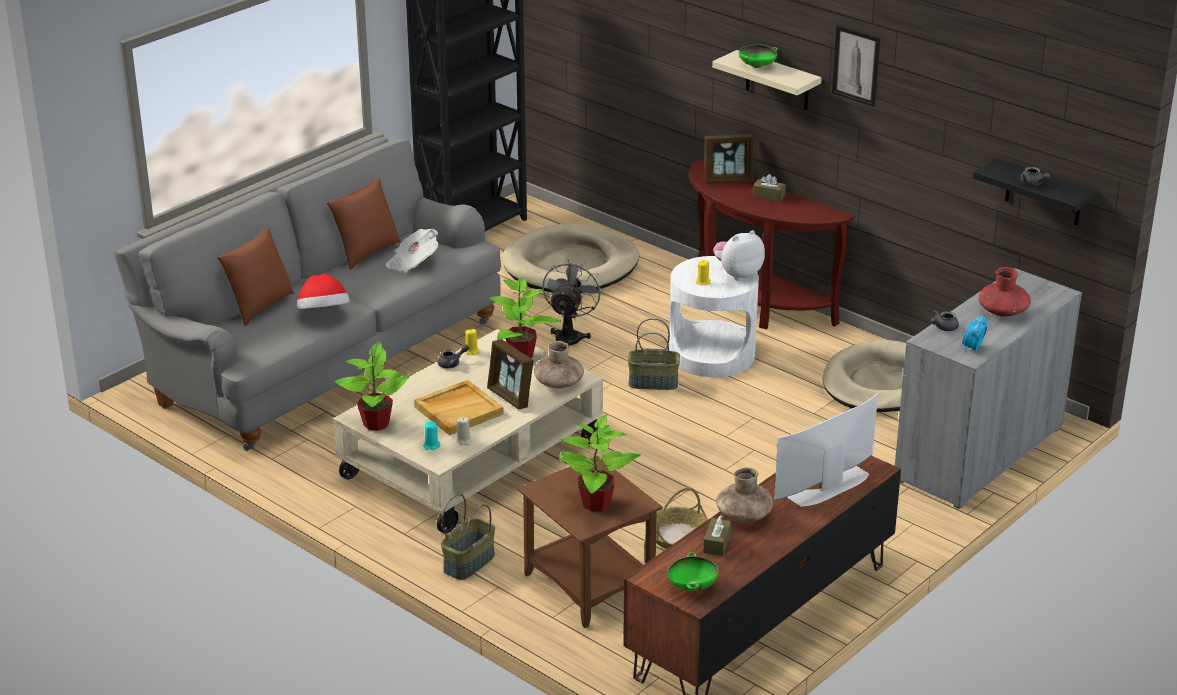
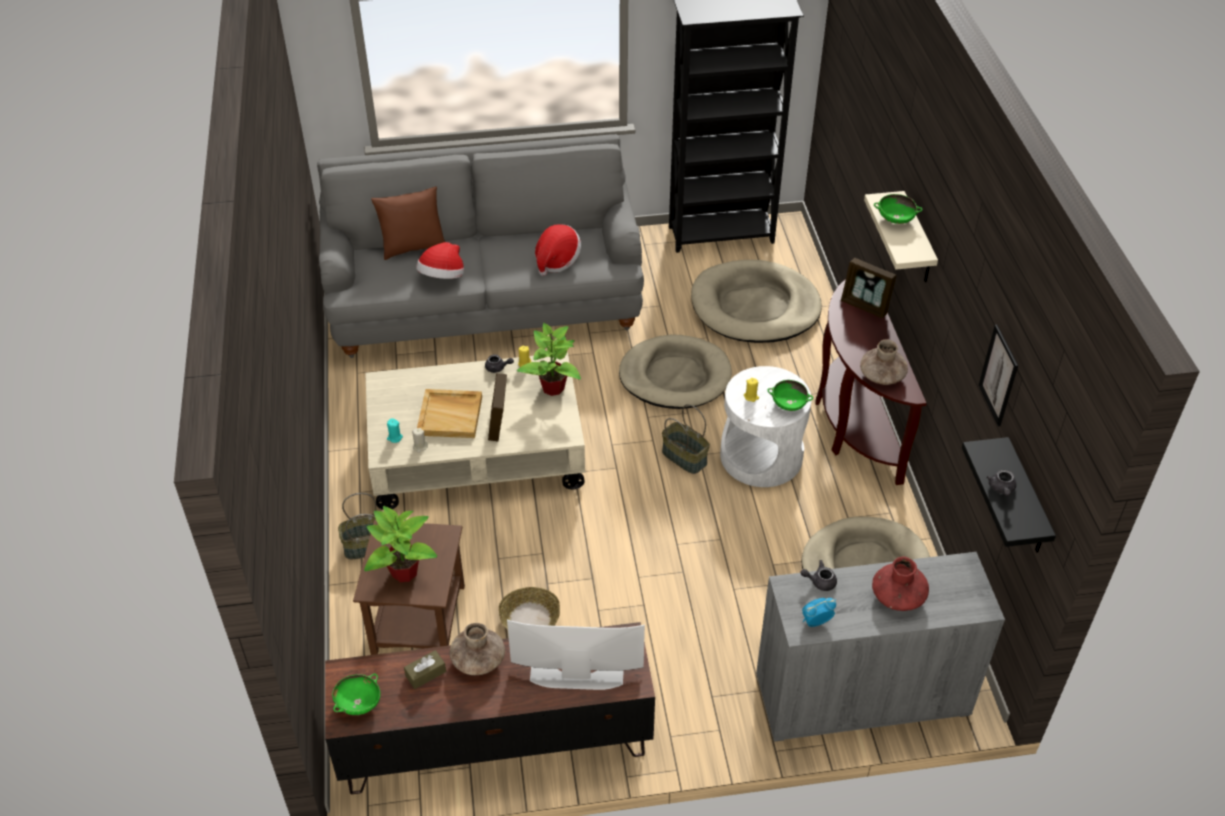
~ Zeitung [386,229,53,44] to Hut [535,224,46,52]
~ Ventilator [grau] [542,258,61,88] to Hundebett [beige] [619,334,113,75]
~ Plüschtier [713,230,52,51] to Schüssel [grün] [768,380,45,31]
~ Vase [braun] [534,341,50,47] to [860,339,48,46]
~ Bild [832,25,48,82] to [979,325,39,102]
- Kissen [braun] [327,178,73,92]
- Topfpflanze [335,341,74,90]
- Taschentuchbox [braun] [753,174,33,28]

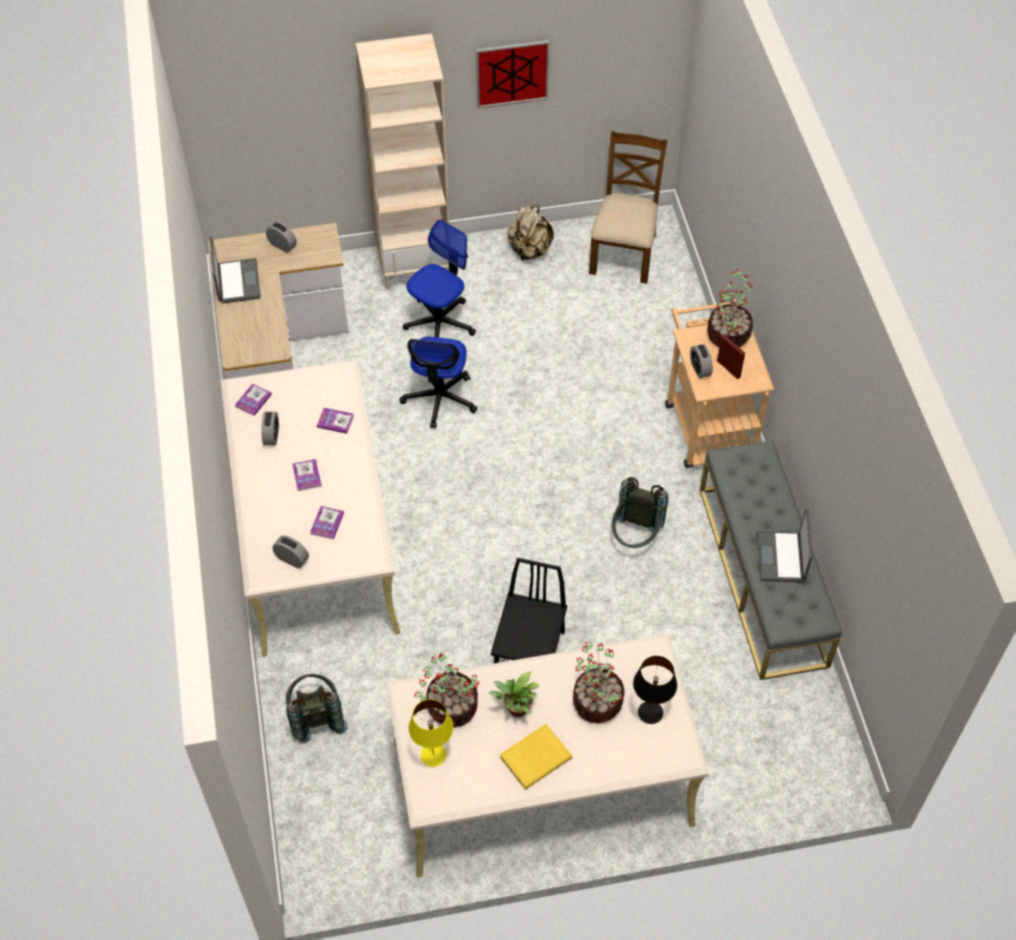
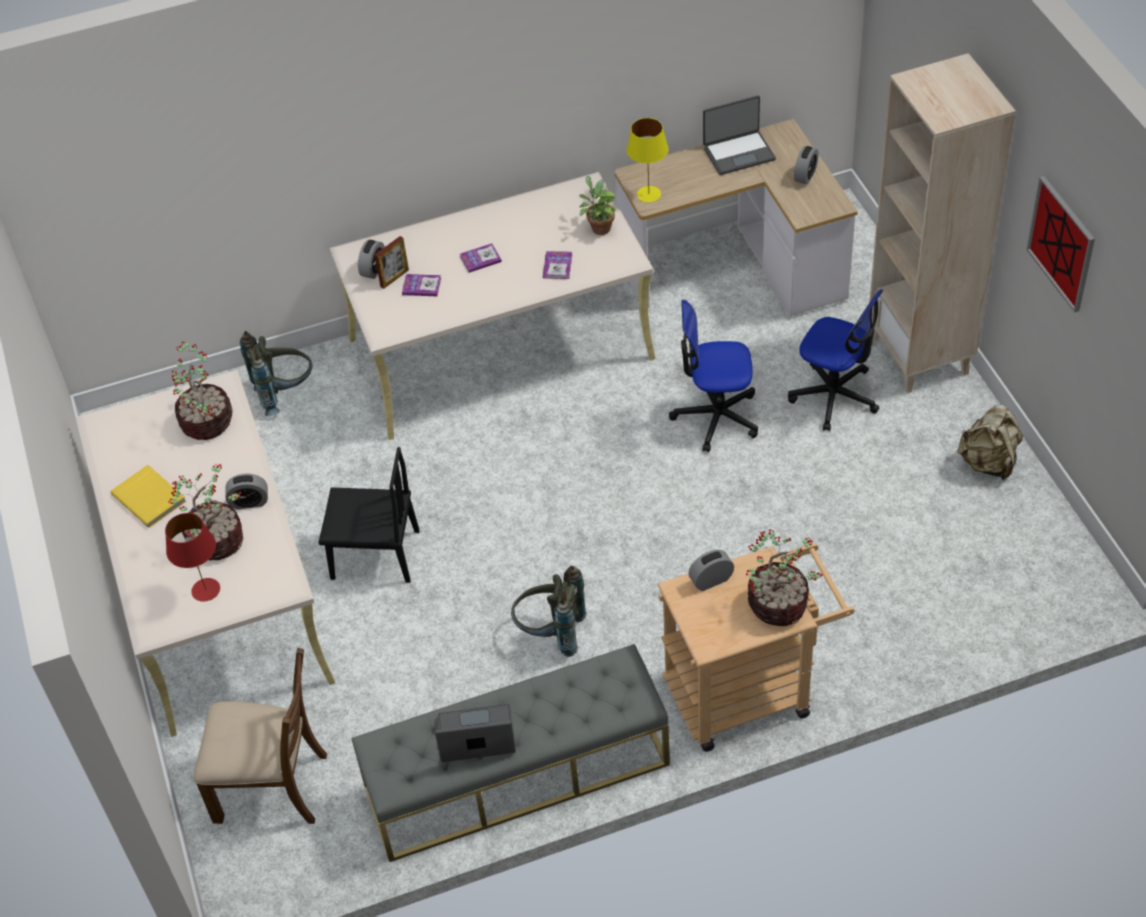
~ Tischlampe [schwarz] [633,656,44,68] to Tischlampe [rot] [165,513,55,88]
~ Stuhl [braun] [589,131,78,153] to [194,648,133,176]
~ Wecker [261,412,18,34] to [225,474,43,36]
~ Bilderrahmen [717,334,28,45] to [375,236,34,53]
~ Topfpflanze [488,671,52,46] to [579,176,38,59]
~ Tischlampe [gelb] [409,699,44,68] to [627,118,41,84]
- Buch [235,384,37,32]

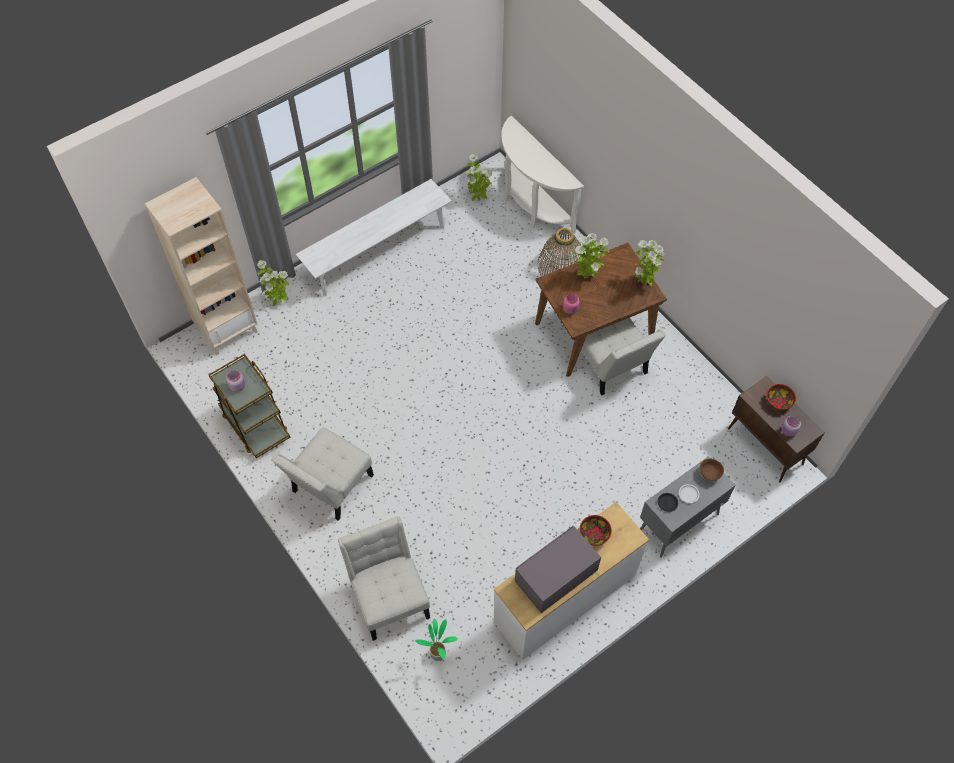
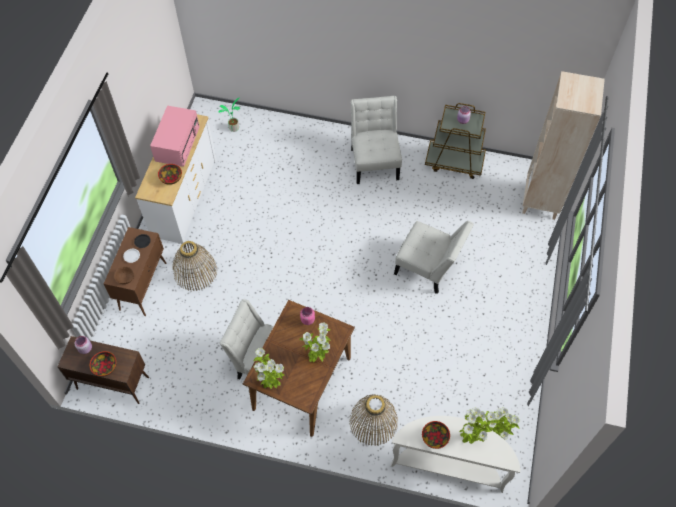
~ Schrank [grau] [640,457,95,101] to Schrank [braun] [104,227,63,89]
~ Mikrowelle [grau] [515,526,86,87] to Mikrowelle [rosa] [150,106,49,61]
+ Korb [173,241,44,50]
~ Stuhl [weiß] [338,516,92,125] to [394,221,80,73]
+ Schüssel [422,421,28,28]
~ Topfpflanze [257,260,33,46] to [460,407,38,37]
- Bank [weiß] [296,179,156,117]

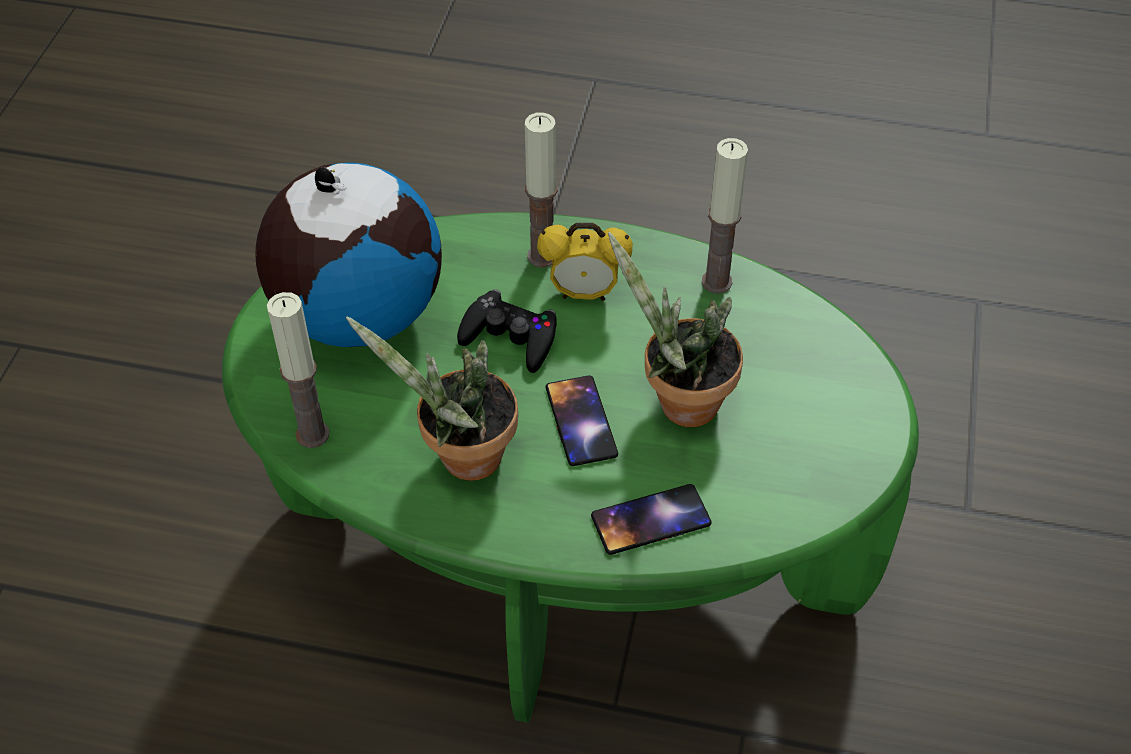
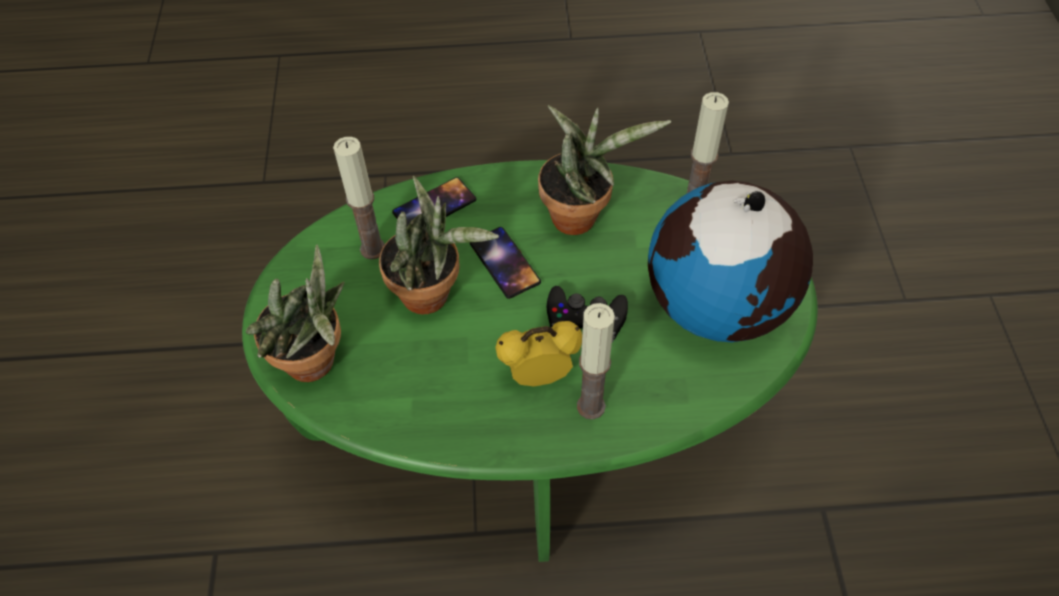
+ Topfpflanze [246,245,99,137]
~ Kerze [701,138,47,156] to [333,137,52,123]

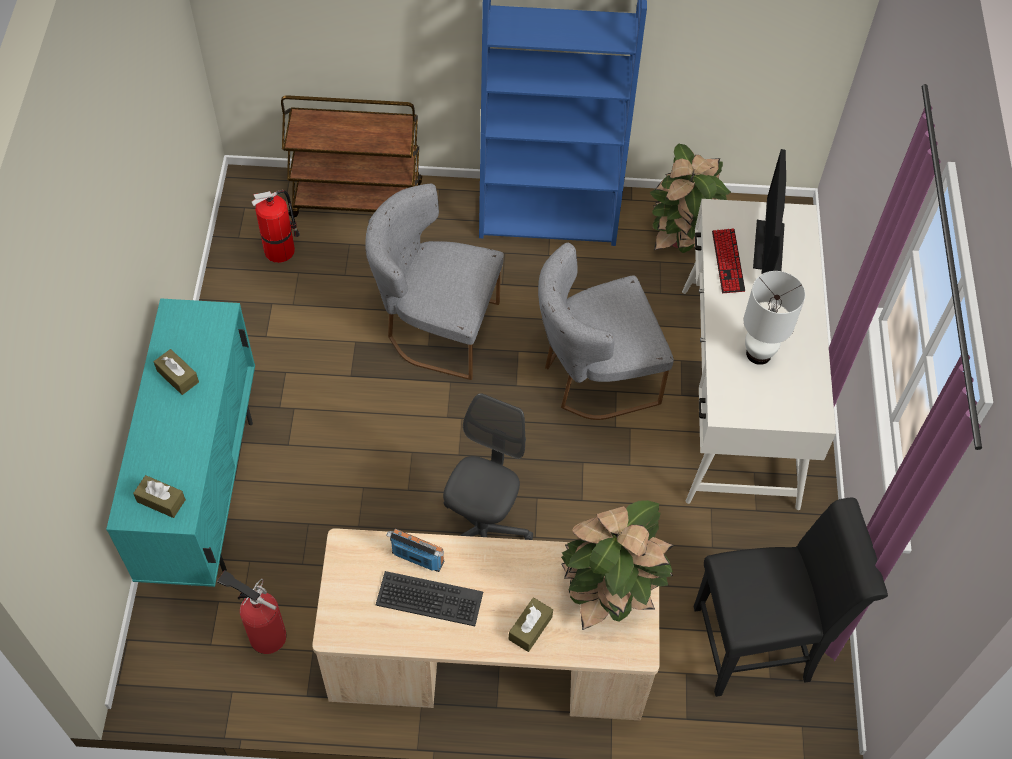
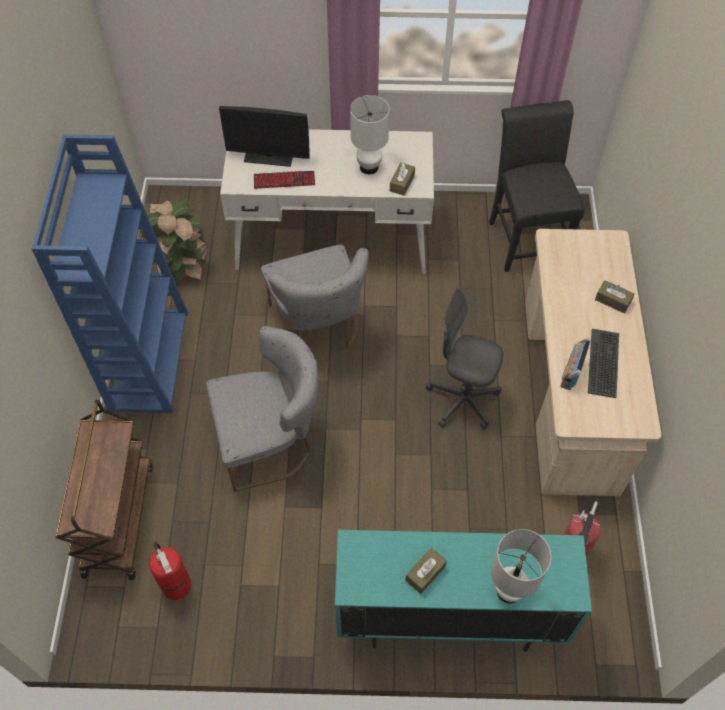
~ Stuhl [grau] [365,184,139,196] = [206,326,112,166] 120 degrees counterclockwise
~ Taschentuchbox [braun] [133,475,53,43] to [390,163,25,33]
+ Tischlampe [weiß] [491,529,60,74]
- Topfpflanze [561,500,114,130]

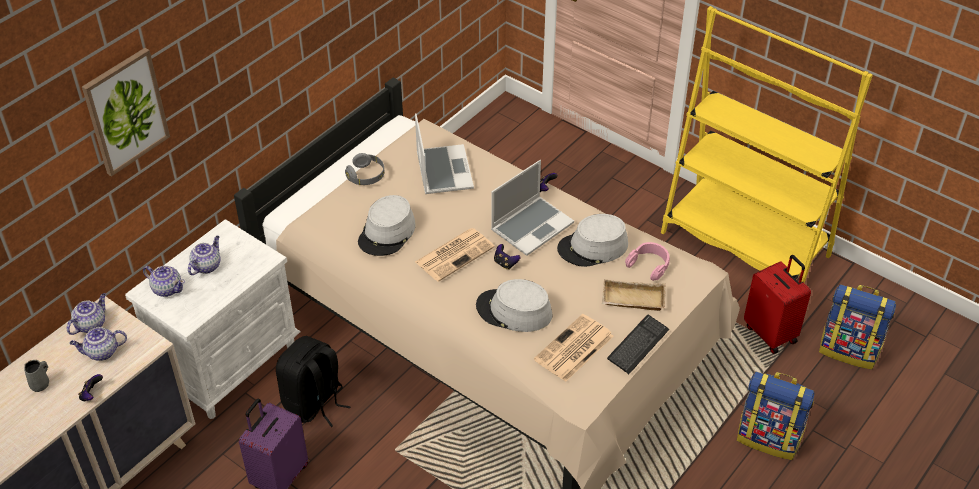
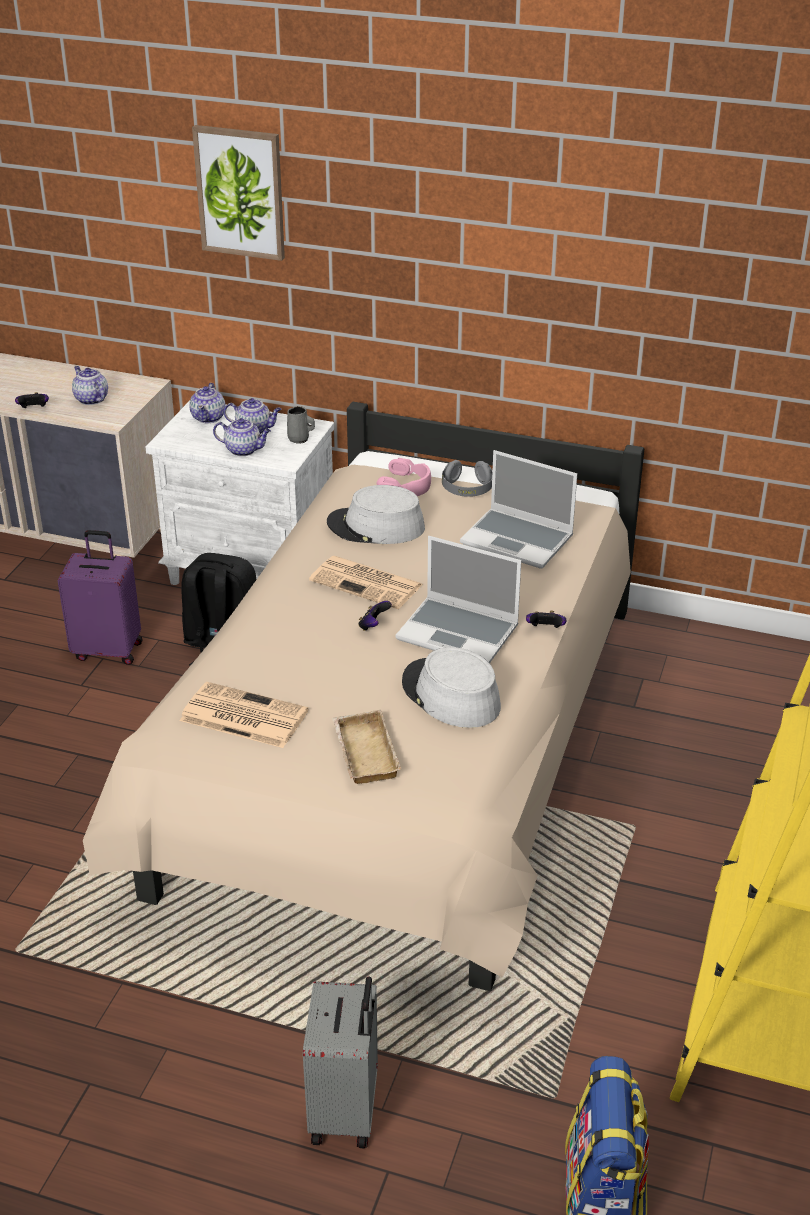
~ Teekanne [67,293,39,42] to [213,418,58,38]
~ Henkelbecher [grau] [24,360,25,32] to [287,406,28,38]
~ Rucksack [737,372,77,88] to Koffer [grau] [303,976,75,172]
~ Kopfhörer [rosa] [625,242,45,39] to [377,458,54,38]
~ Laptop [415,113,59,81] = [460,450,117,119] 60 degrees clockwise
- Hut [grau] [476,279,76,53]
- Tastatur [607,315,62,59]
- Koffer [rot] [744,255,67,99]

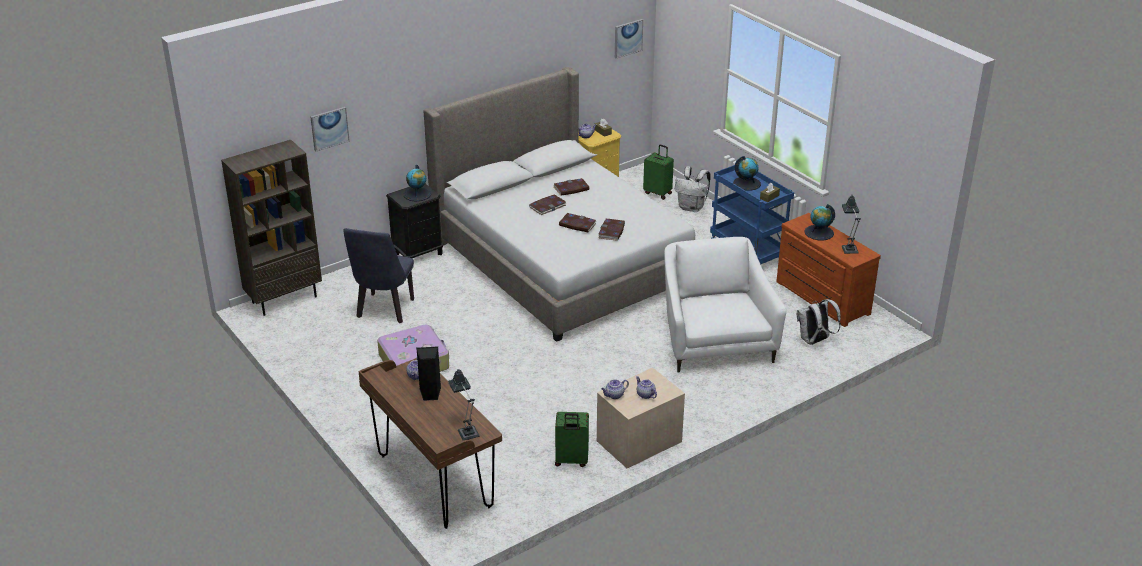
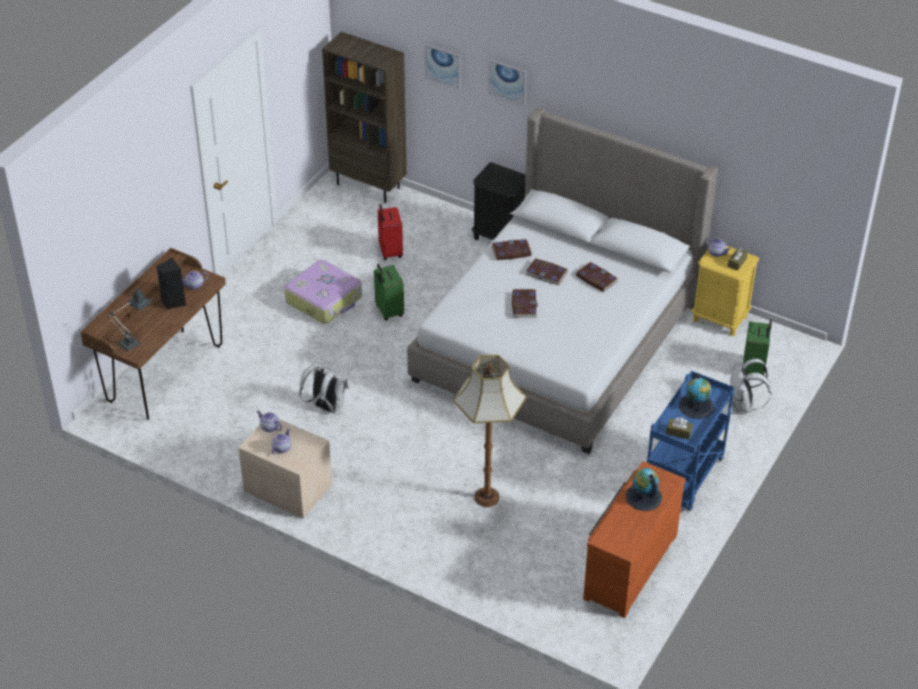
~ Rucksack [weiß] [797,299,44,46] to [299,363,50,50]
~ Koffer [grün] [555,412,34,55] to [374,264,30,57]
~ Stuhl [blau] [343,228,71,95] to Koffer [rot] [378,204,25,56]
~ Sessel [weiß] [664,237,122,135] to Stehlampe [453,355,73,152]
~ Bild [615,19,28,39] to [489,59,38,46]
~ Buch [598,219,27,22] to [491,239,41,21]
- Globus [404,165,27,36]
- Tischlampe [842,195,19,59]

